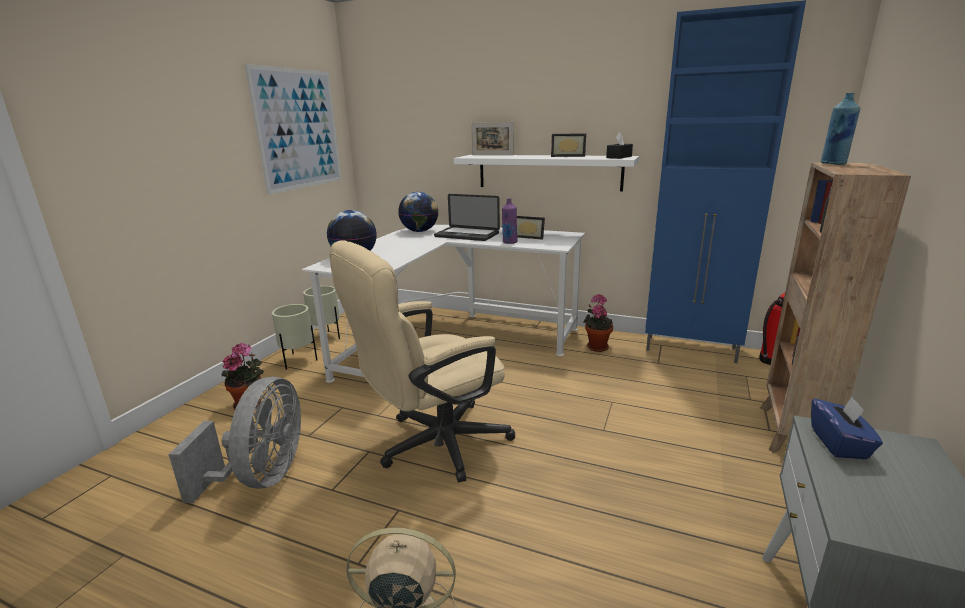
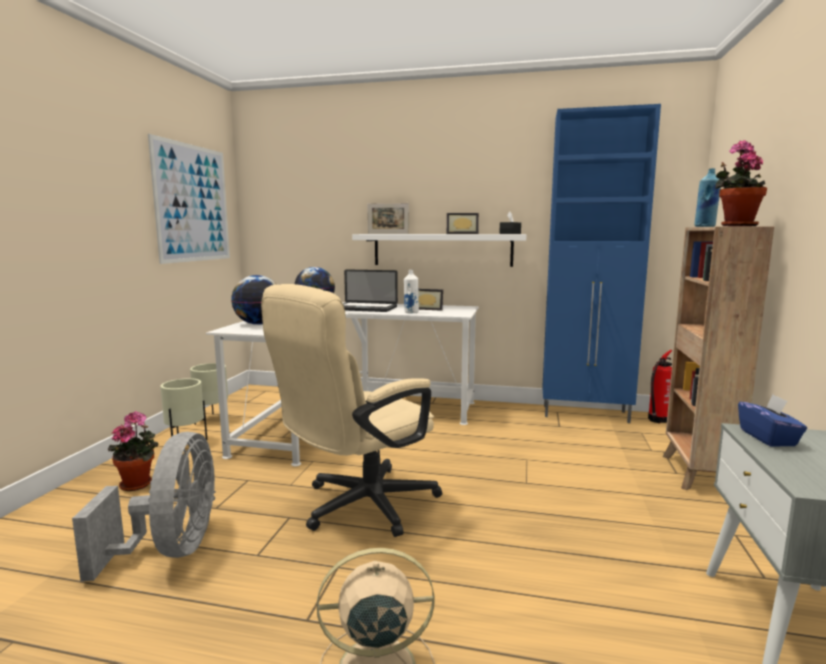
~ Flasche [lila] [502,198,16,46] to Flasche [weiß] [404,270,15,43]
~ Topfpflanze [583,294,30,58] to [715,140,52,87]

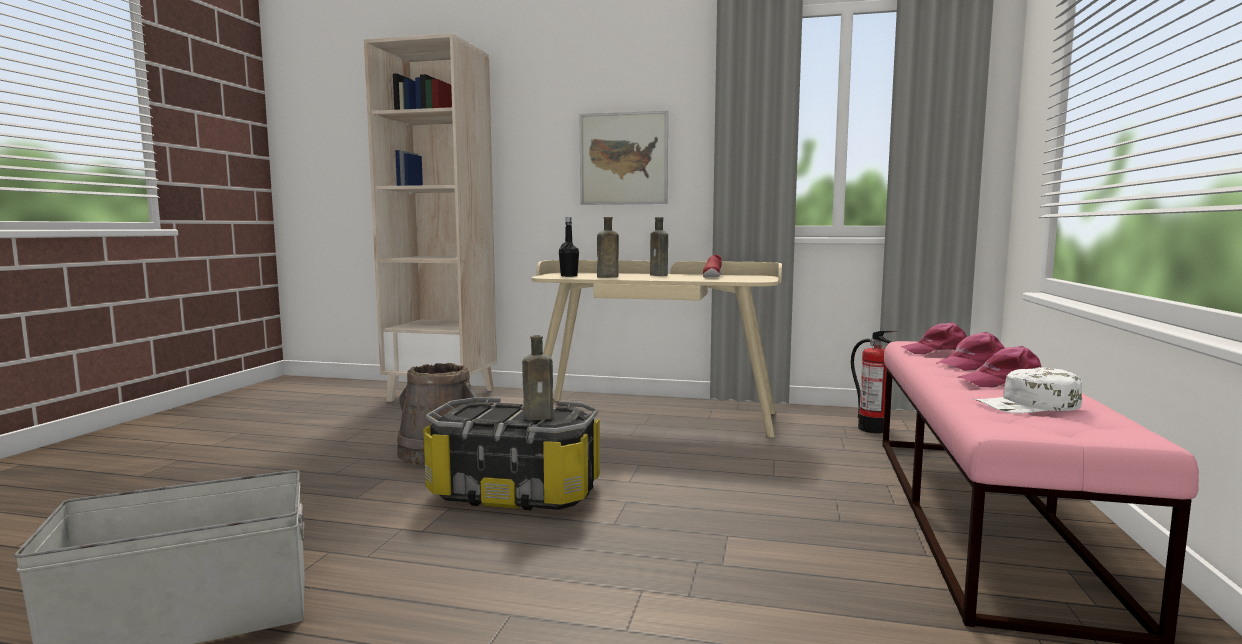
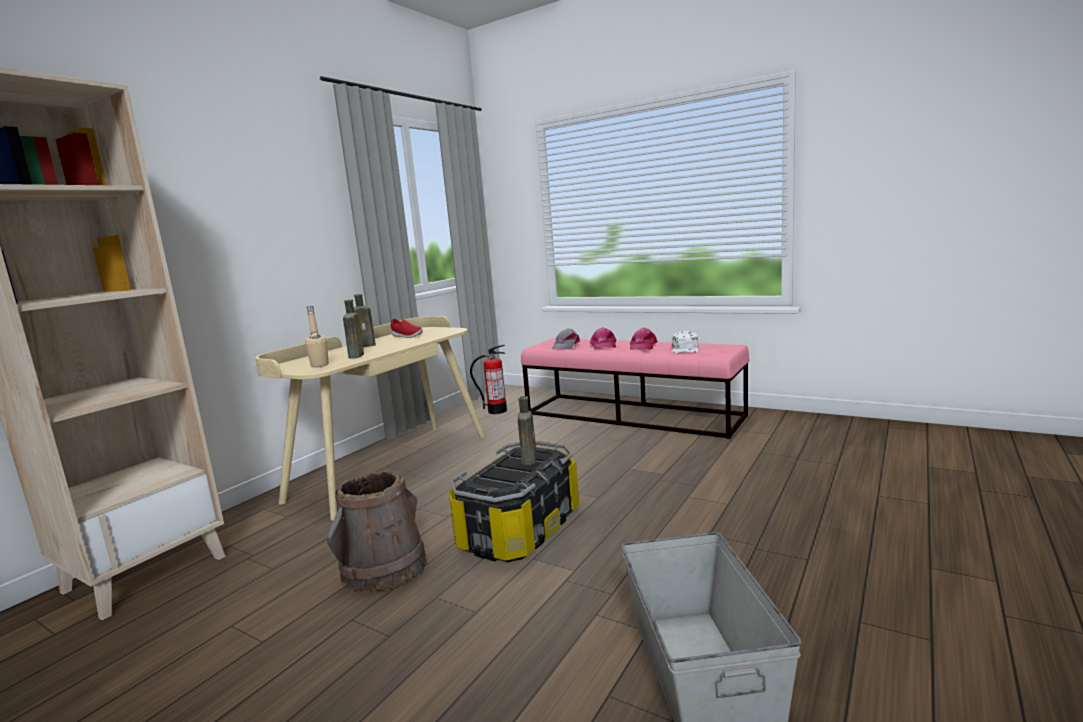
~ Flasche [schwarz] [559,217,20,60] to Flasche [beige] [305,306,24,61]
~ Kappe [rosa] [901,322,65,32] to Kappe [grau] [552,328,28,22]
- Bild [580,111,88,94]

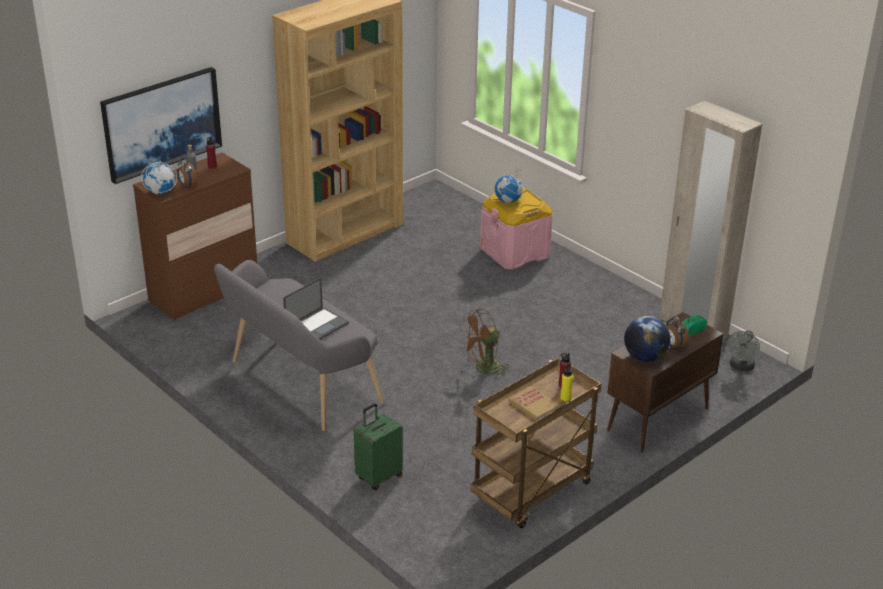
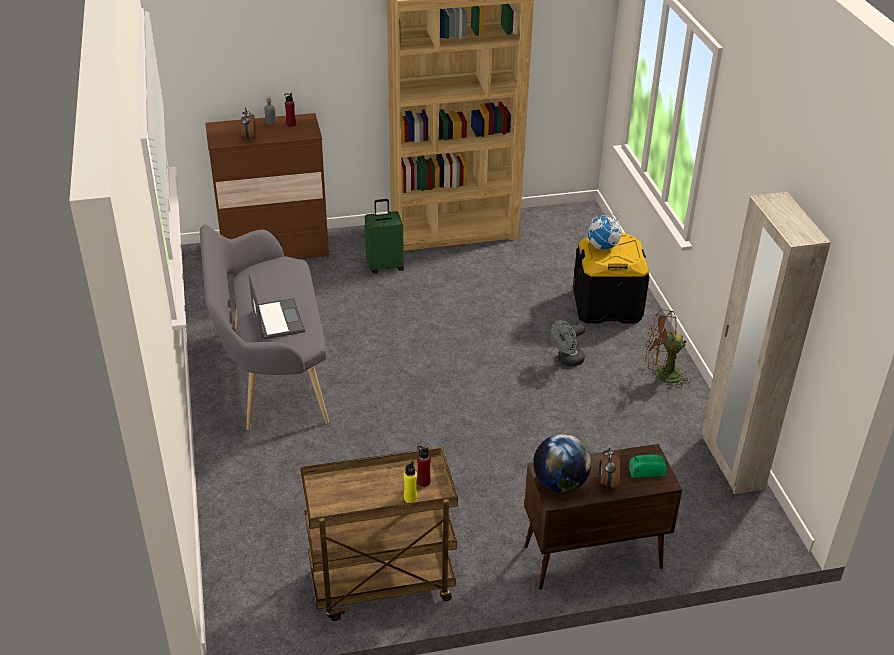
~ Laptop [283,278,66,62] = [249,274,56,66] 90 degrees counterclockwise
~ Koffer [grün] [354,403,49,87] to [365,199,39,75]
~ Ventilator [grau] [727,330,33,41] to [551,320,34,46]
~ Aufbewahrungsbox [rosa] [480,188,73,82] to Aufbewahrungsbox [schwarz] [573,233,76,91]
~ Ventilator [braun] [460,309,50,71] to [645,309,46,81]
- Bild [100,67,122,117]
- Globus [141,159,36,36]
- Buch [509,386,51,35]

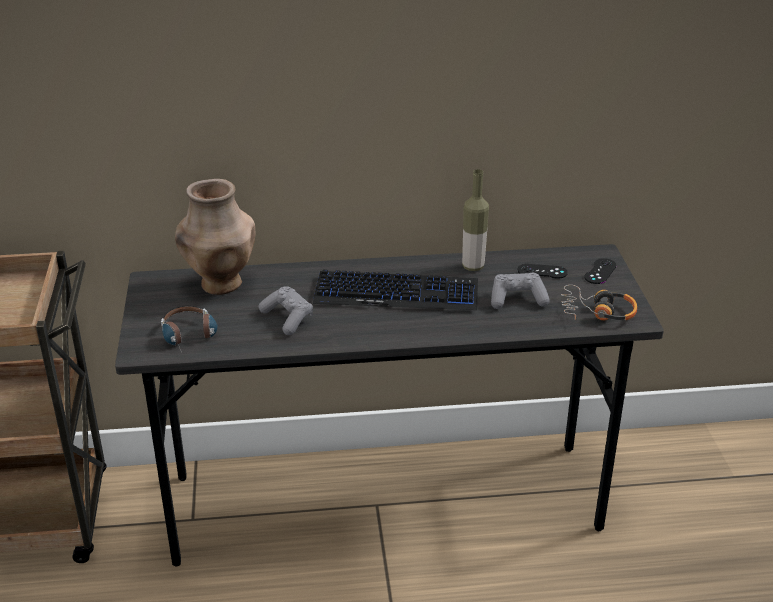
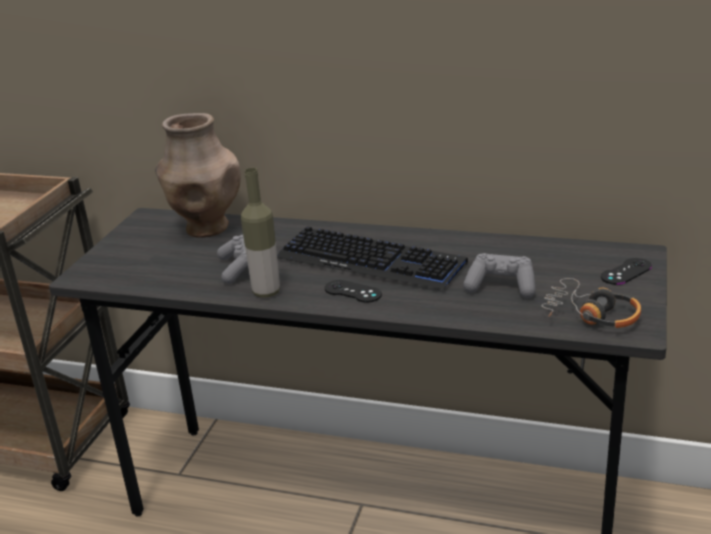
~ Flasche [462,169,27,102] to [241,168,39,130]
~ Gamepad [schwarz] [517,264,51,15] to [325,280,57,23]
- Kopfhörer [161,306,57,48]

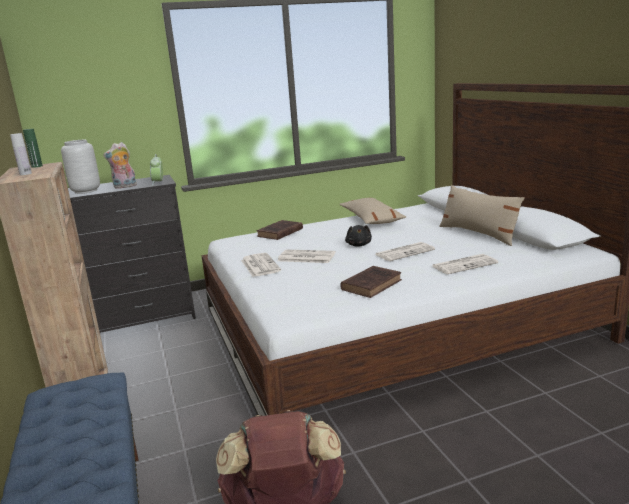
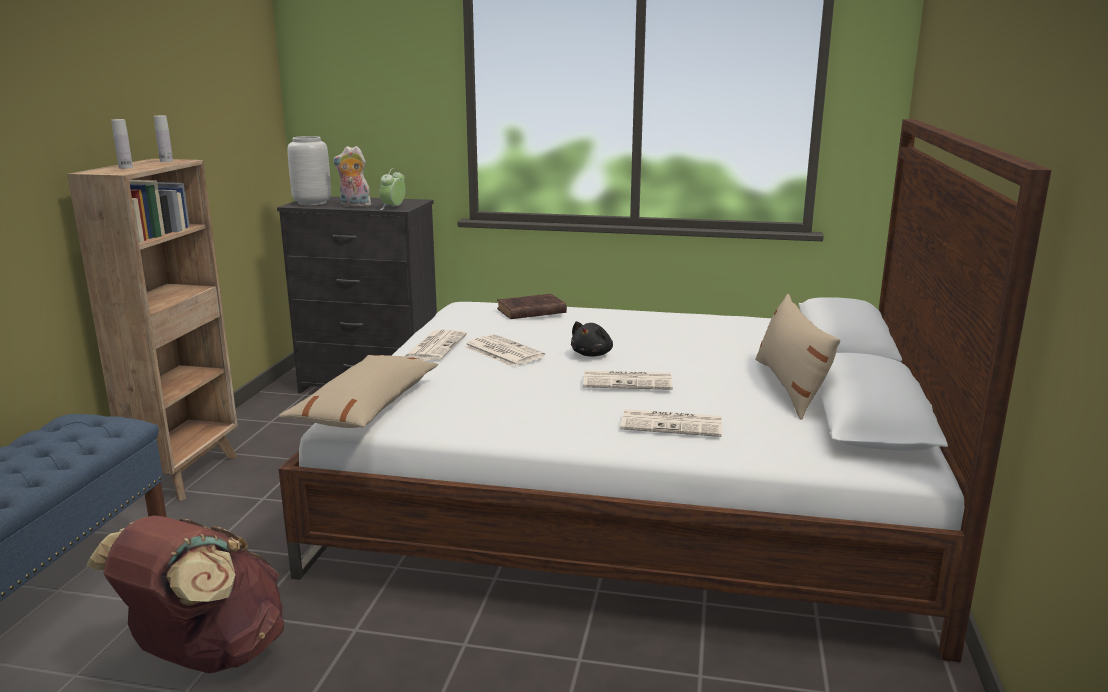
~ Flasche [grün] [23,129,20,39] to Flasche [weiß] [154,115,19,47]
~ Kissen [beige] [340,198,66,26] to [279,355,159,73]
- Buch [braun] [340,266,62,32]

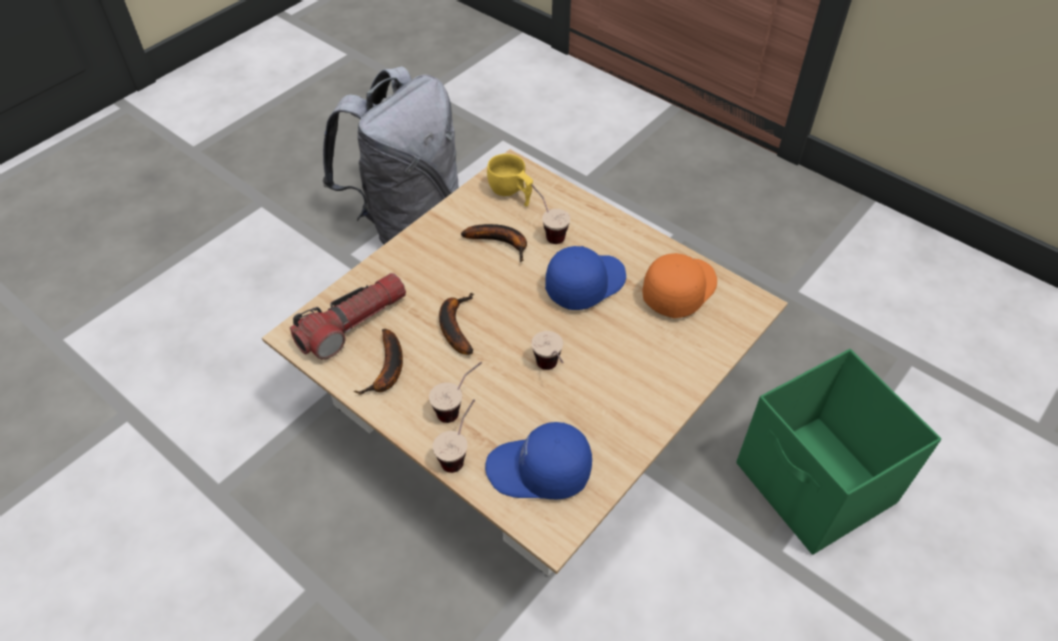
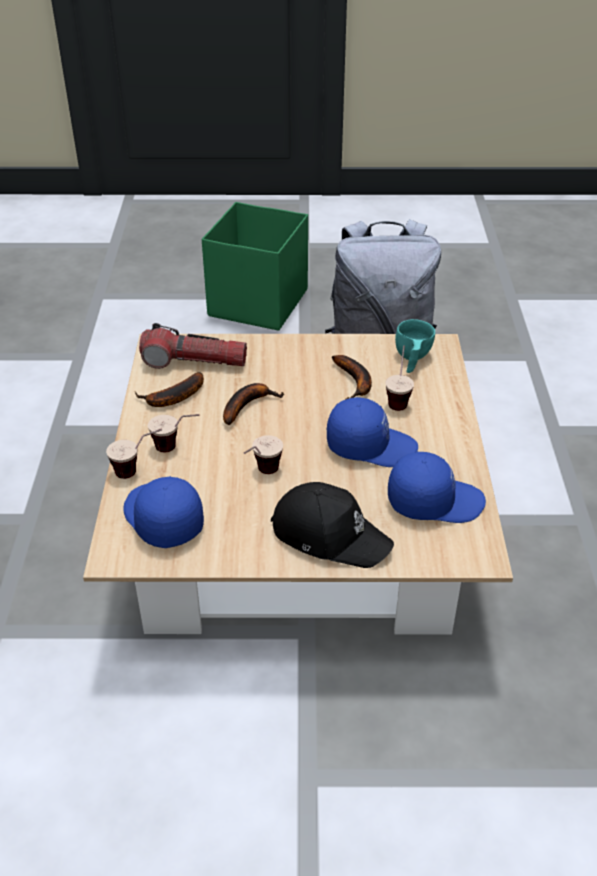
~ Aufbewahrungsbox [grün] [736,349,205,206] to [202,202,106,129]
+ Kappe [schwarz] [271,482,123,86]
~ Kappe [orange] [642,253,75,65] to Kappe [blau] [388,452,98,71]
~ Tasse [gelb] [487,154,46,53] to Tasse [türkis] [395,319,40,54]

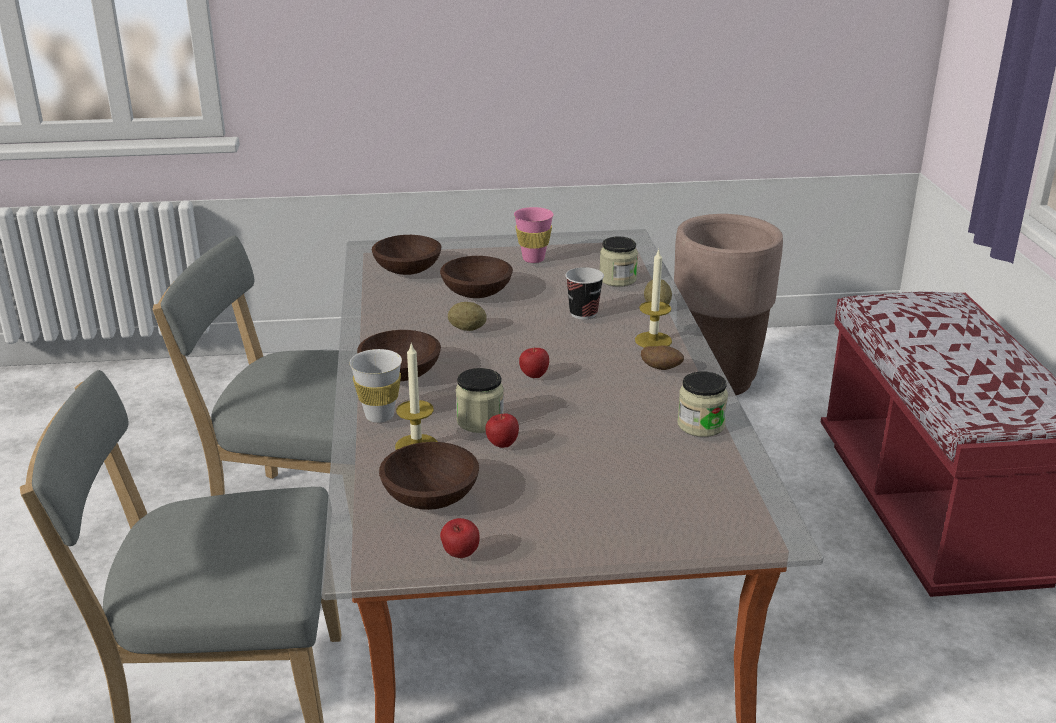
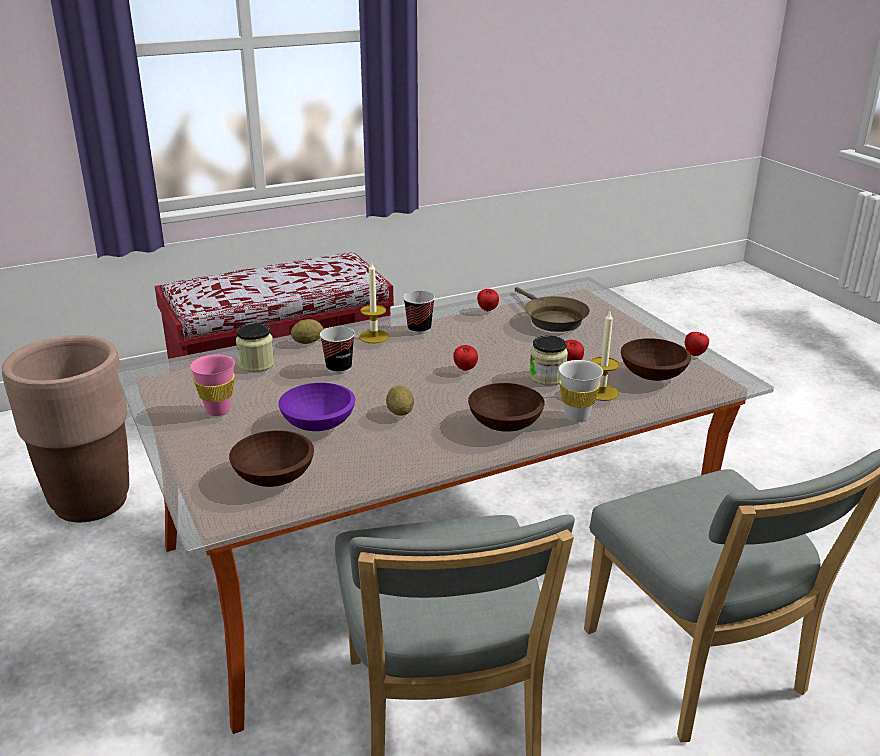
~ Schüssel [braun] [440,256,73,42] to Schüssel [lila] [278,383,77,48]
~ Kartoffel [641,345,43,25] to Tasse [403,291,32,43]
~ Vorratsglas [677,371,51,66] to Apfel [477,289,22,22]
+ Pfanne [braun] [515,287,75,45]

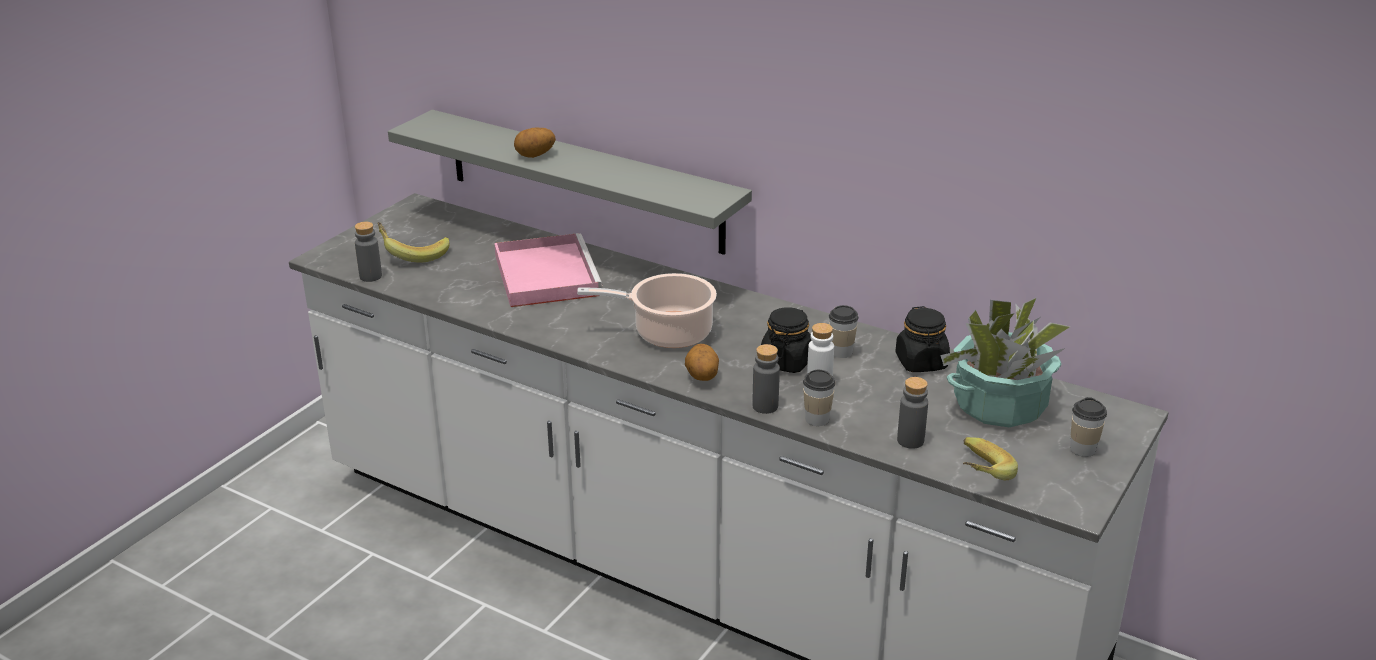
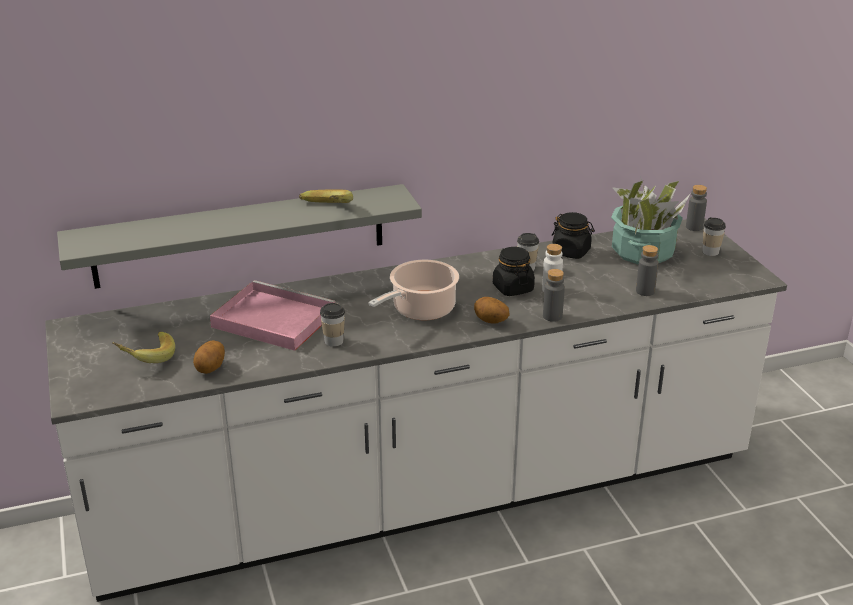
~ Kartoffel [514,128,42,30] to [193,341,32,33]
~ Banane [963,437,55,43] to [299,189,54,14]
~ Tasse [803,370,33,56] to [320,303,25,44]
~ Flasche [grau] [355,222,27,60] to [686,185,21,46]

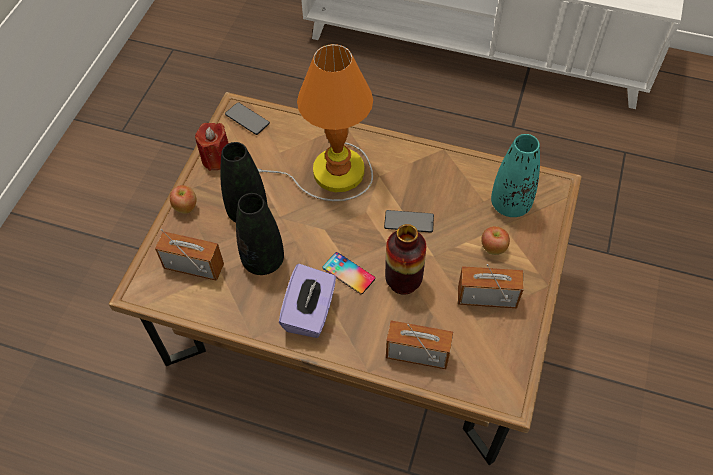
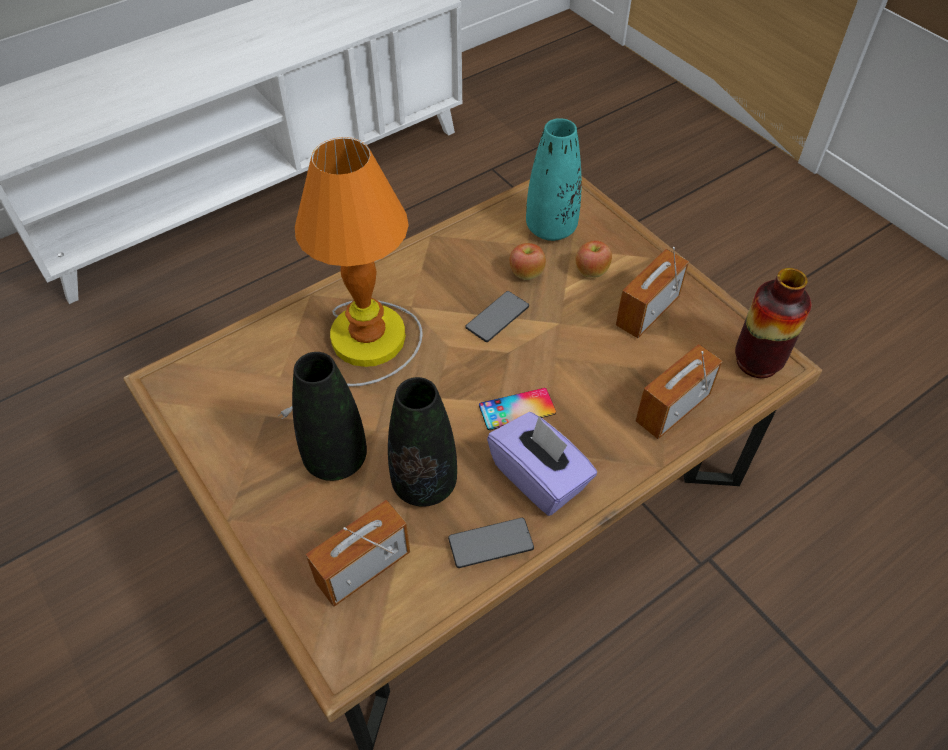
~ Handy [225,102,45,33] to [448,518,86,50]
~ Apfel [170,185,26,29] to [509,243,37,37]
~ Vase [385,224,41,71] to [735,268,76,110]
- Kerze [rot] [195,123,33,48]

